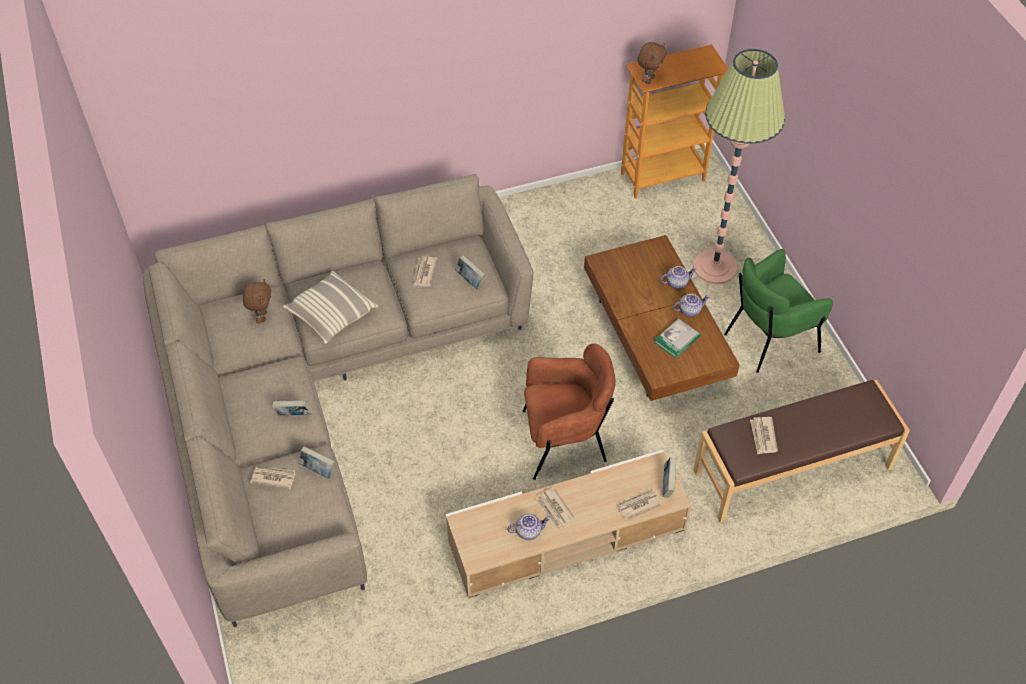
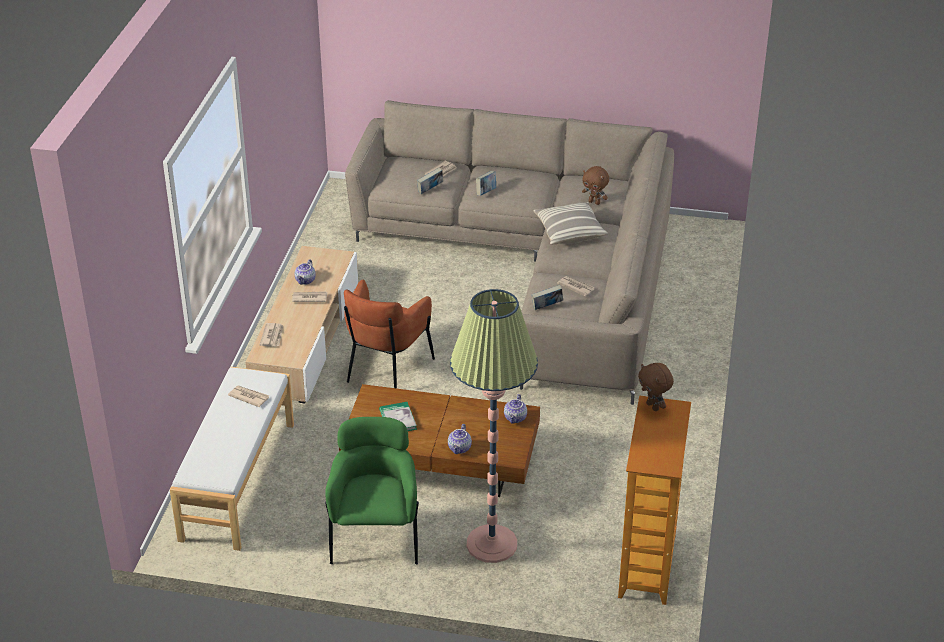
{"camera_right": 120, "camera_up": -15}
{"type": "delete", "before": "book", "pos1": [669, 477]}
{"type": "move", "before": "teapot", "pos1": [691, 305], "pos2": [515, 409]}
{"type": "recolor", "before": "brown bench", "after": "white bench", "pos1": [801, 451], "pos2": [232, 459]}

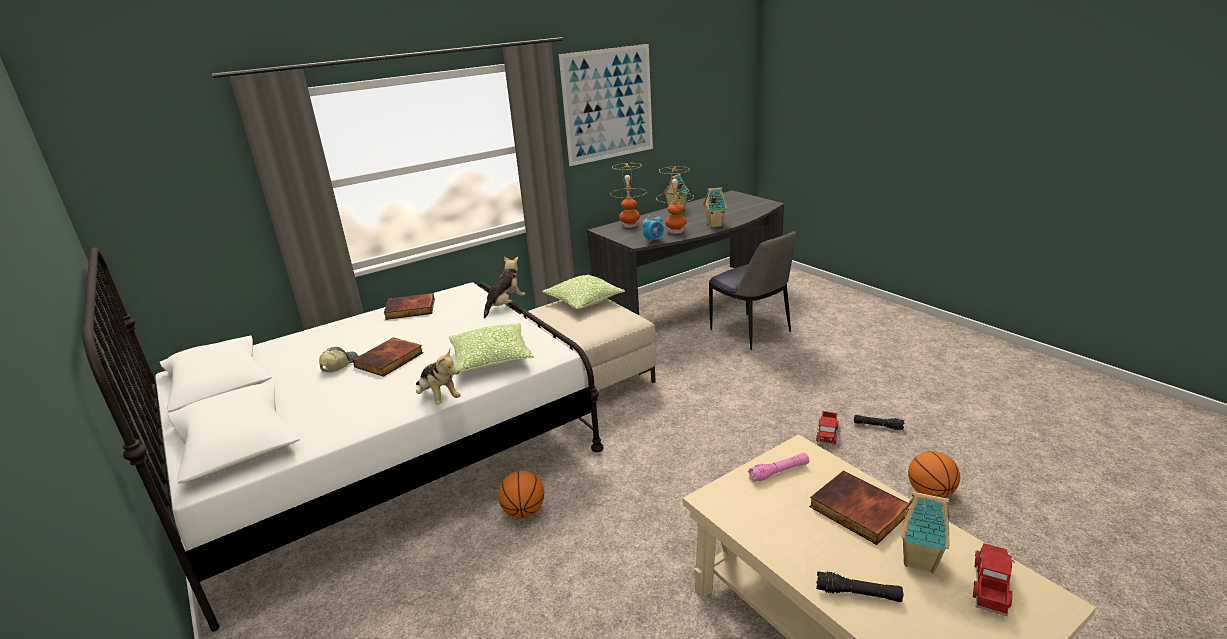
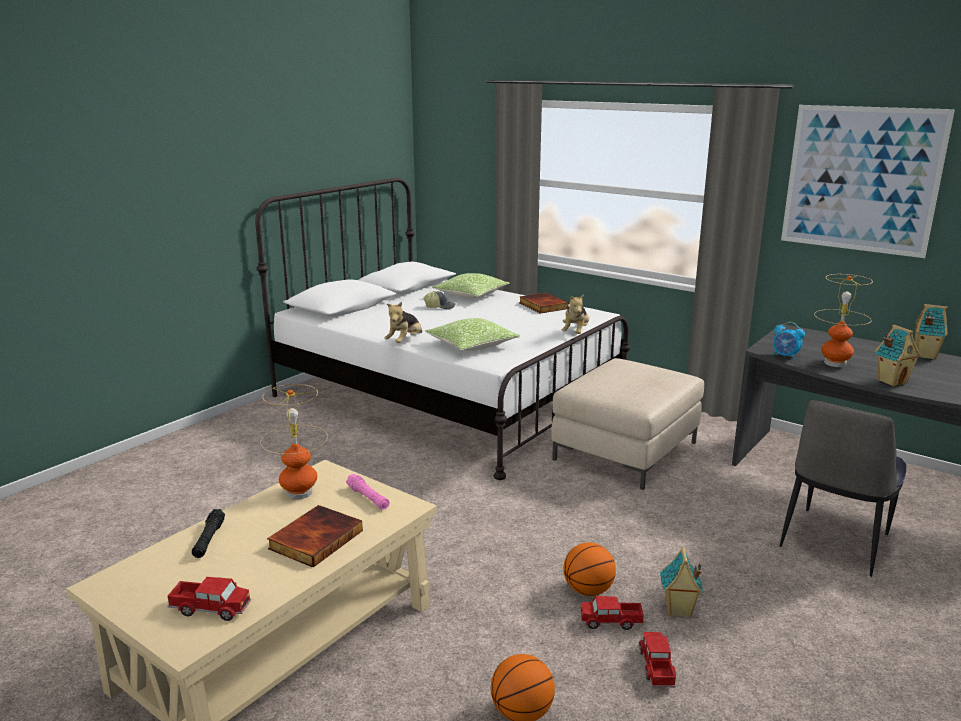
{"camera_right": 70, "camera_up": -5}
{"type": "delete", "before": "book", "pos1": [388, 357]}
{"type": "move", "before": "basketball", "pos1": [521, 494], "pos2": [590, 569]}
{"type": "move", "before": "pillow", "pos1": [583, 291], "pos2": [471, 285]}
{"type": "move", "before": "table lamp", "pos1": [629, 195], "pos2": [294, 441]}
{"type": "move", "before": "toy house", "pos1": [925, 532], "pos2": [682, 582]}
{"type": "replace", "before": "black flashlight", "after": "toy truck", "pos1": [879, 422], "pos2": [657, 659]}
{"type": "rotate", "before": "plush toy", "pos1": [504, 287], "pos2": [575, 314], "turn": 90}

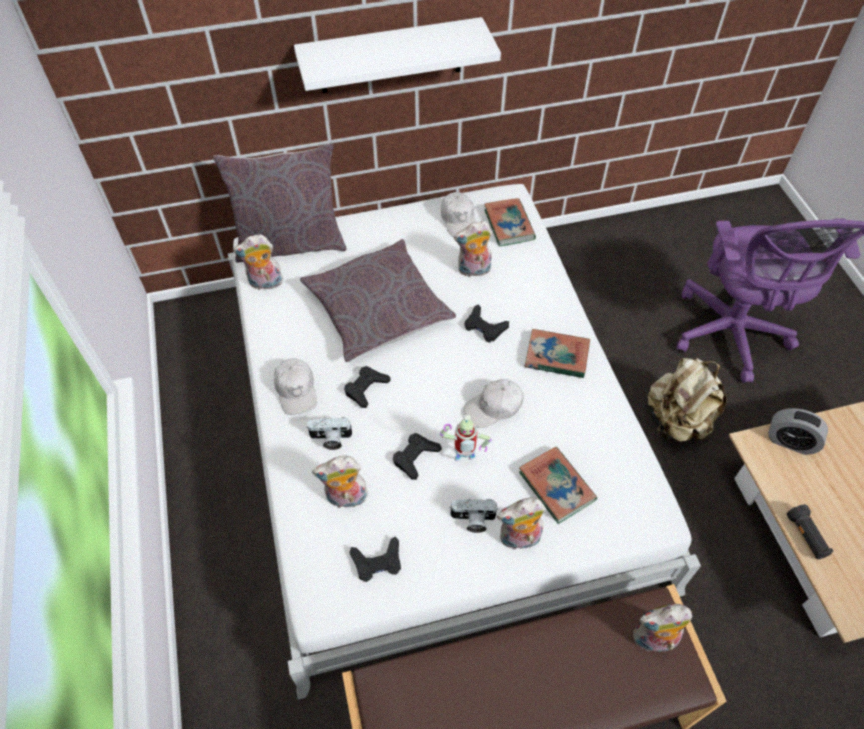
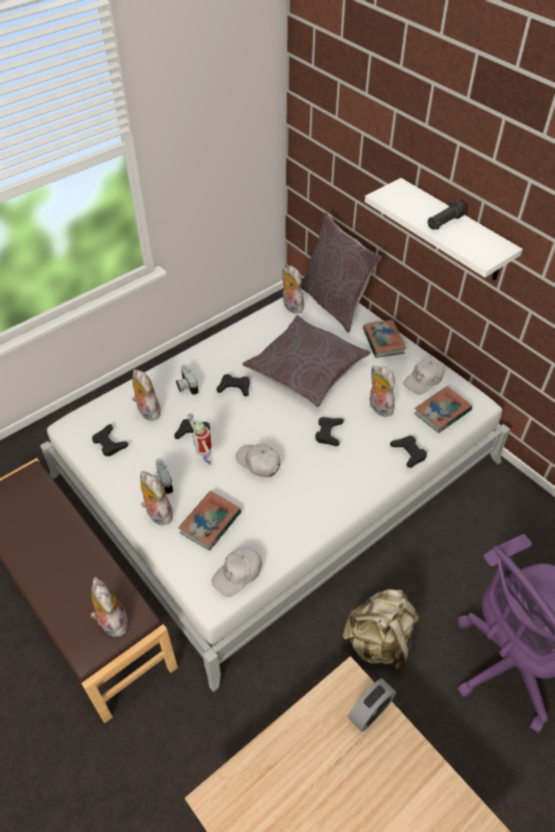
{"camera_right": 65, "camera_up": -5}
{"type": "insert", "after": "black game controller", "pos2": [408, 451]}
{"type": "move", "before": "white cap", "pos1": [295, 386], "pos2": [237, 572]}
{"type": "move", "before": "book", "pos1": [557, 353], "pos2": [384, 339]}
{"type": "move", "before": "black flashlight", "pos1": [810, 531], "pos2": [447, 215]}
{"type": "rotate", "before": "alarm clock", "pos1": [798, 431], "pos2": [372, 705], "turn": -135}

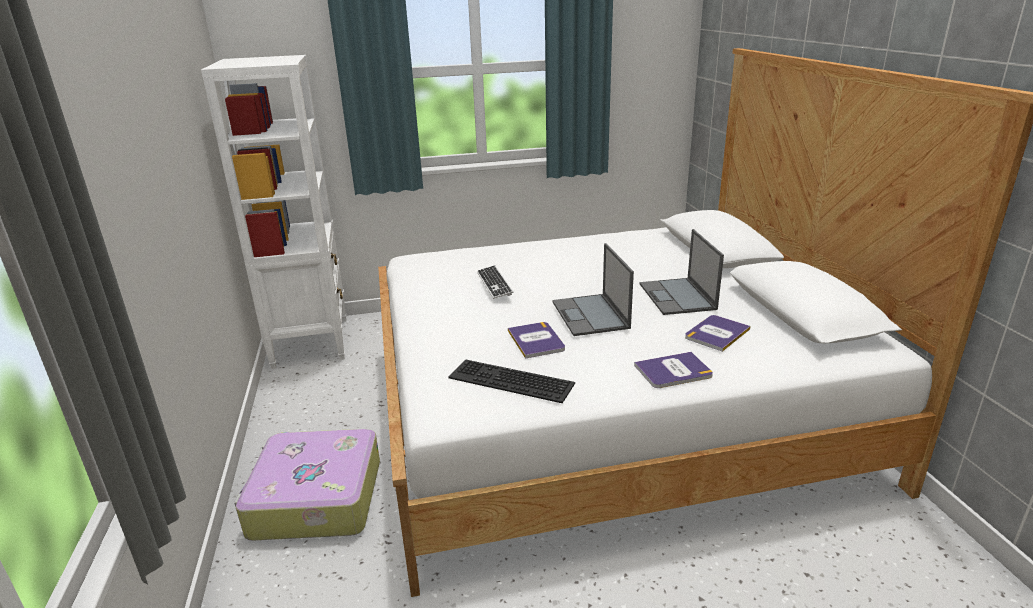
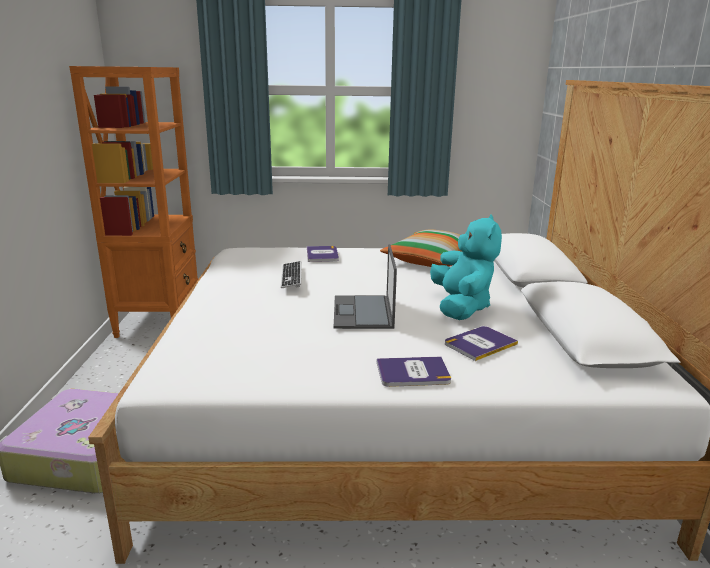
{"camera_right": 10, "camera_up": -5}
{"type": "delete", "before": "keyboard", "pos1": [511, 381]}
{"type": "insert", "after": "pillow", "pos2": [421, 248]}
{"type": "move", "before": "book", "pos1": [536, 340], "pos2": [323, 254]}
{"type": "replace", "before": "laptop", "after": "turquoise plush toy", "pos1": [682, 272], "pos2": [466, 267]}
{"type": "recolor", "before": "white bookcase", "after": "orange bookcase", "pos1": [273, 212], "pos2": [133, 202]}

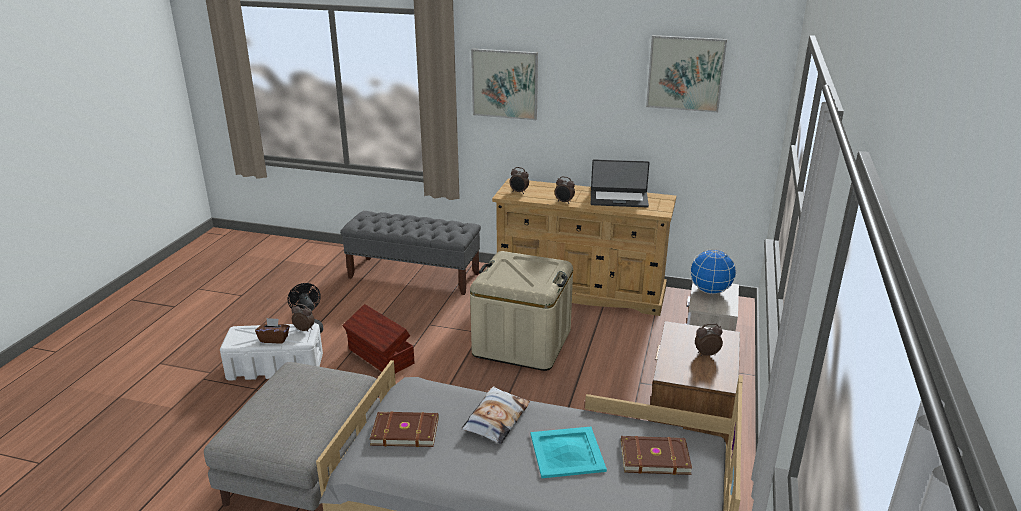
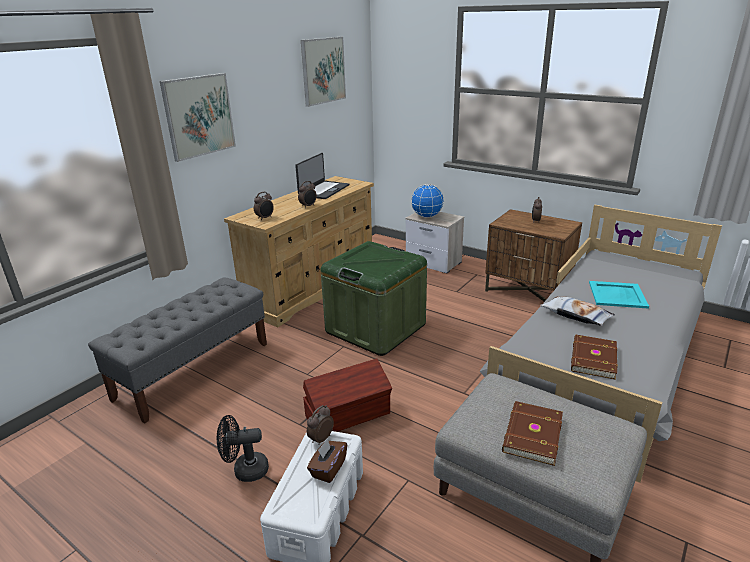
{"camera_right": -70, "camera_up": 0}
{"type": "move", "before": "brown book", "pos1": [656, 455], "pos2": [532, 433]}
{"type": "recolor", "before": "beige storage box", "after": "green storage box", "pos1": [521, 311], "pos2": [374, 298]}

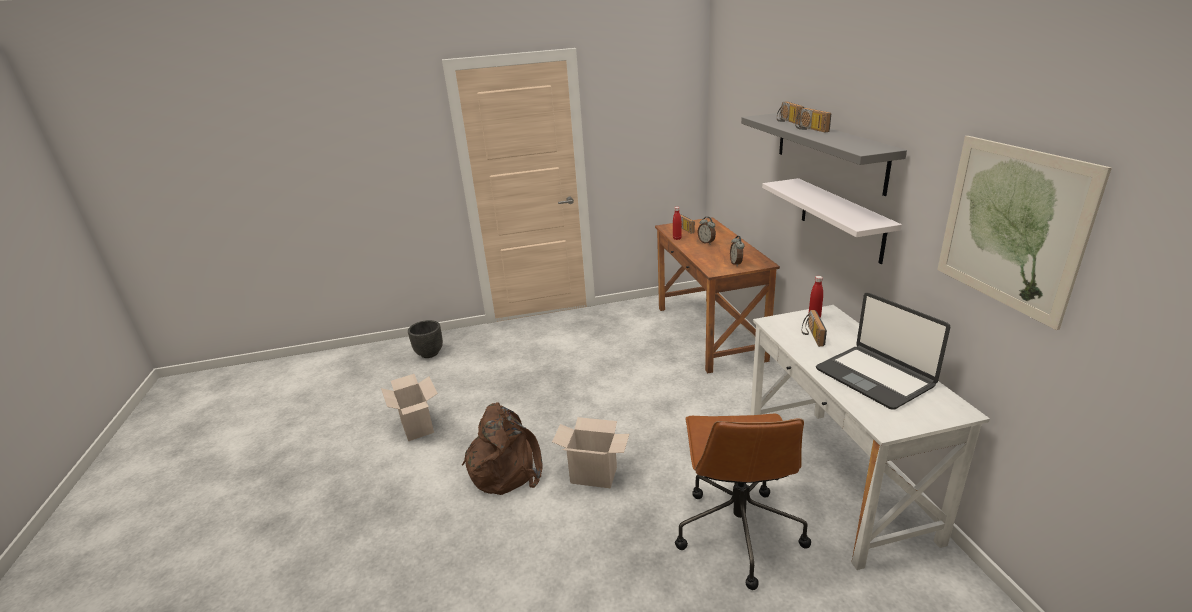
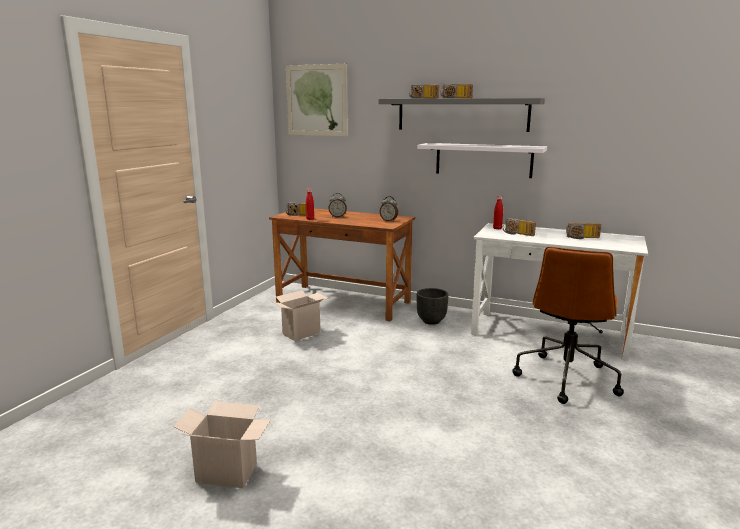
{"camera_right": -55, "camera_up": -10}
{"type": "delete", "before": "brown backpack", "pos1": [502, 448]}
{"type": "move", "before": "black planter", "pos1": [425, 339], "pos2": [432, 306]}
{"type": "move", "before": "cardboard box", "pos1": [590, 452], "pos2": [299, 315]}
{"type": "move", "before": "picture", "pos1": [1024, 233], "pos2": [317, 100]}
{"type": "replace", "before": "laptop", "after": "radio", "pos1": [883, 351], "pos2": [583, 231]}
{"type": "rotate", "before": "brown office chair", "pos1": [743, 502], "pos2": [568, 325], "turn": 75}

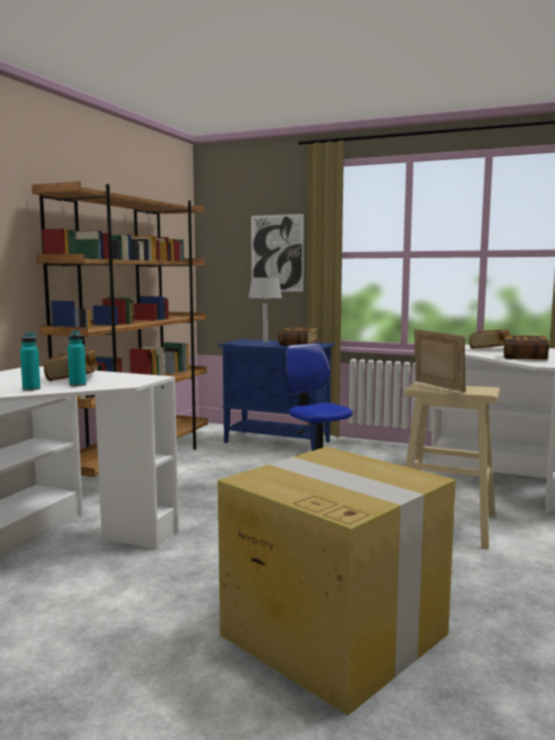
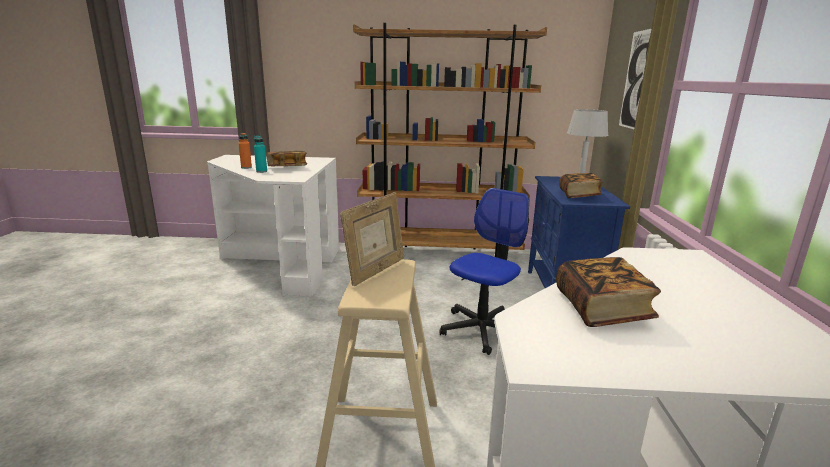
{"camera_right": 70, "camera_up": 10}
{"type": "delete", "before": "cardboard box", "pos1": [336, 581]}
{"type": "delete", "before": "book", "pos1": [489, 339]}
{"type": "recolor", "before": "turquoise bottle", "after": "orange bottle", "pos1": [30, 361], "pos2": [245, 151]}

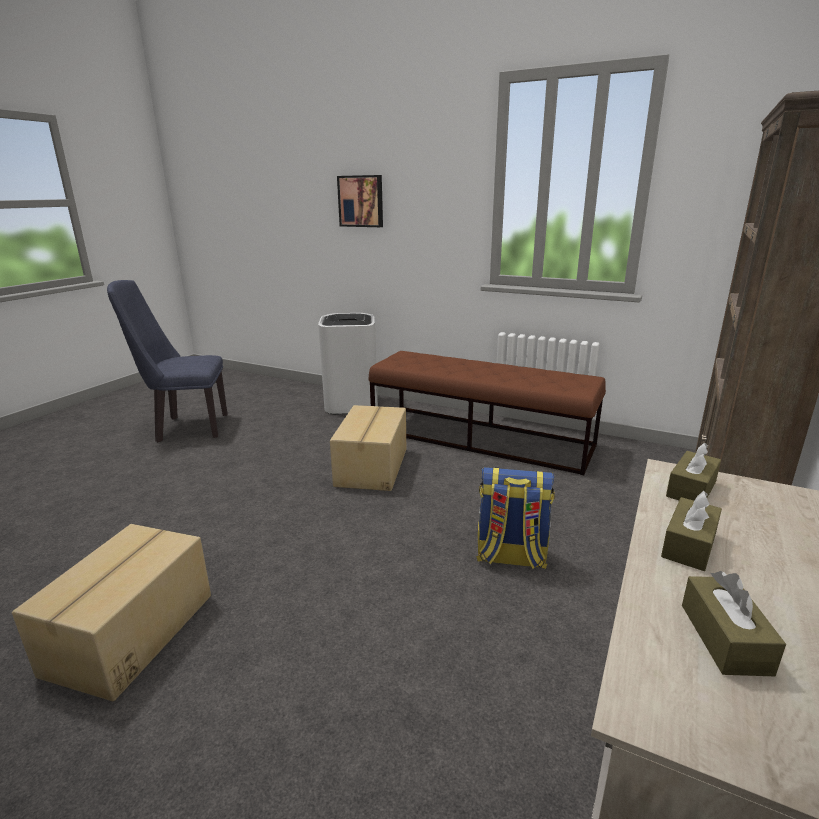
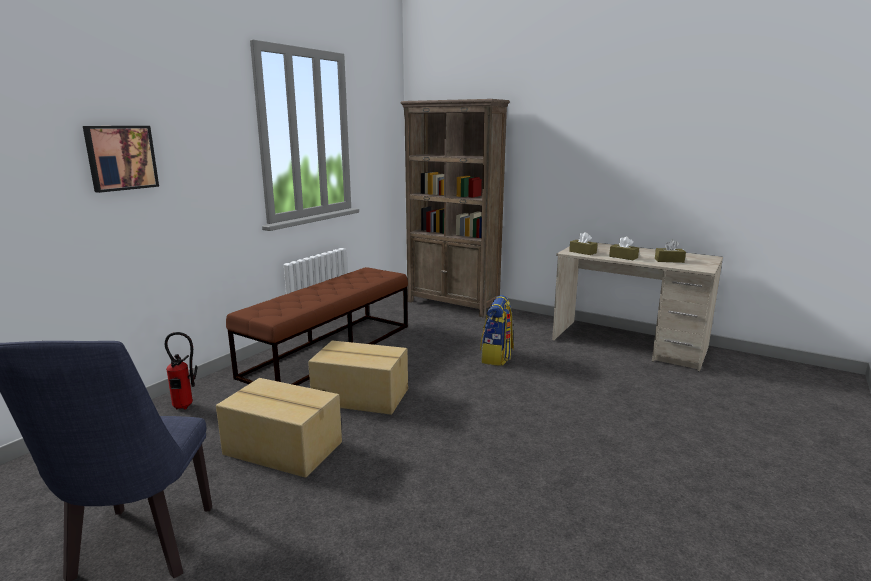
{"camera_right": -85, "camera_up": -5}
{"type": "move", "before": "cardboard box", "pos1": [111, 612], "pos2": [279, 428]}
{"type": "replace", "before": "white trash can", "after": "fire extinguisher", "pos1": [348, 363], "pos2": [181, 371]}

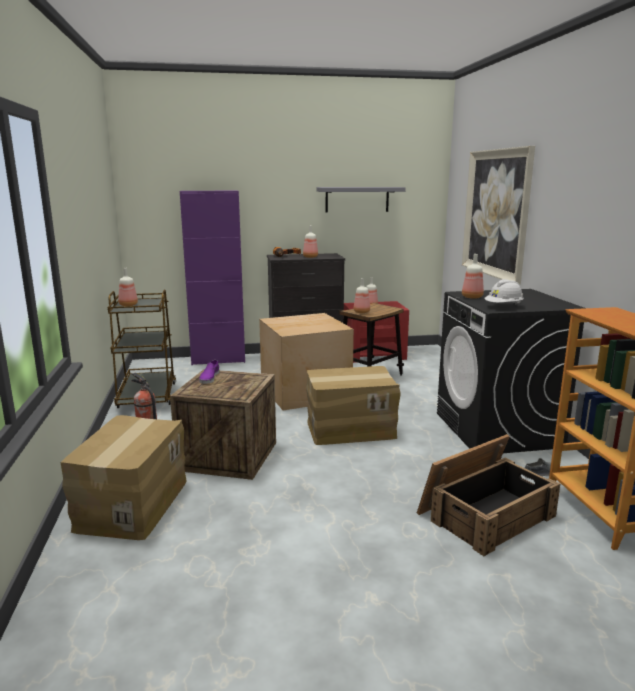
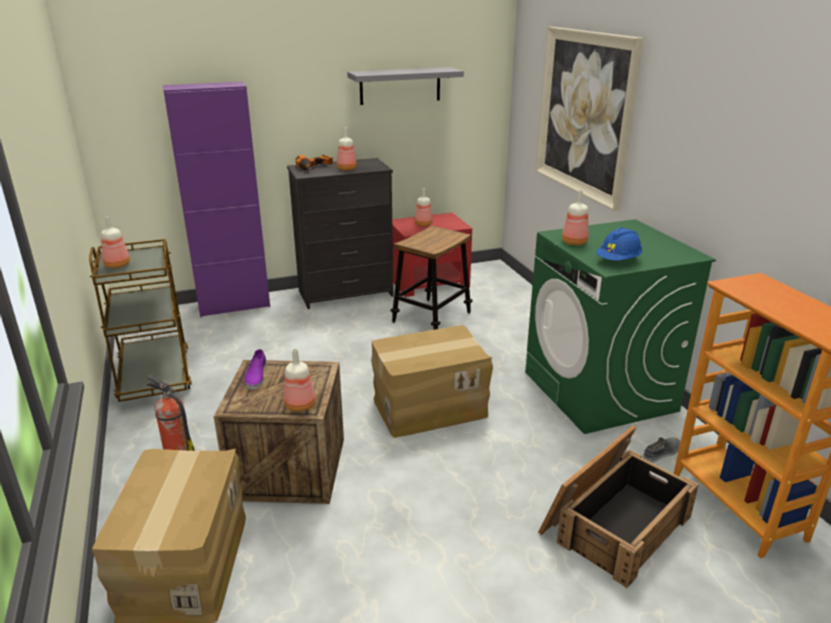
{"camera_right": -10, "camera_up": 10}
{"type": "delete", "before": "cardboard box", "pos1": [306, 361]}
{"type": "move", "before": "bottle", "pos1": [362, 295], "pos2": [300, 380]}
{"type": "recolor", "before": "black washing machine", "after": "green washing machine", "pos1": [510, 371], "pos2": [620, 326]}
{"type": "recolor", "before": "white hard hat", "after": "blue hard hat", "pos1": [504, 292], "pos2": [619, 244]}

